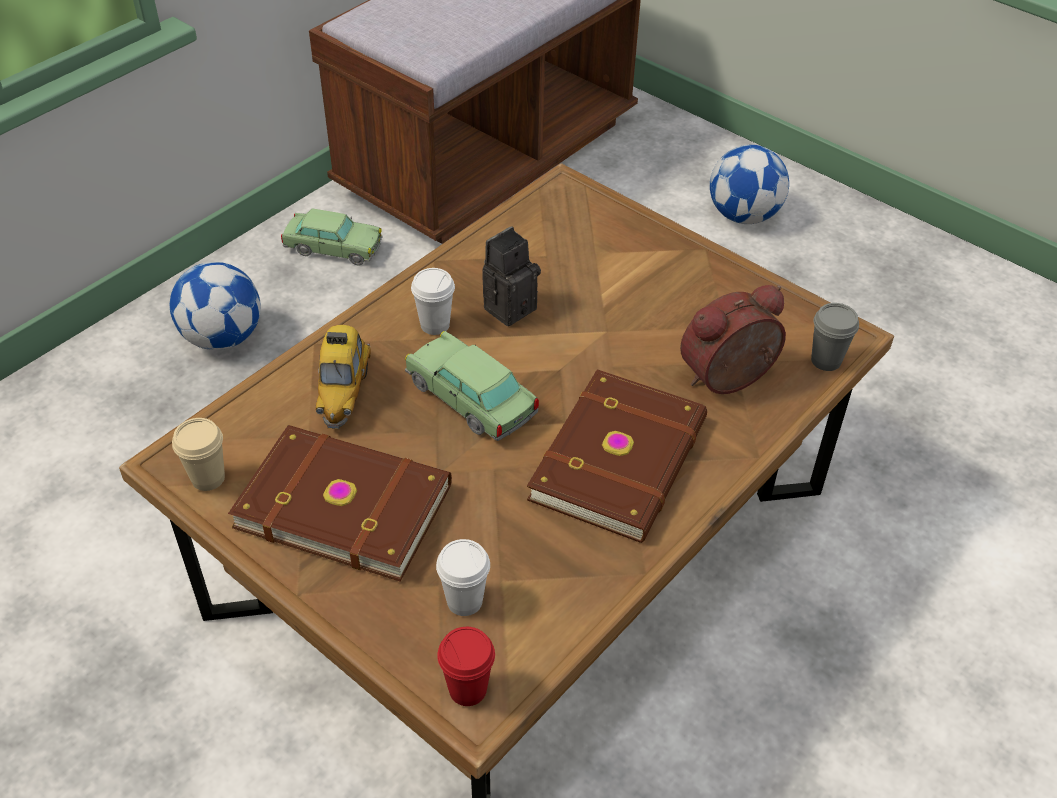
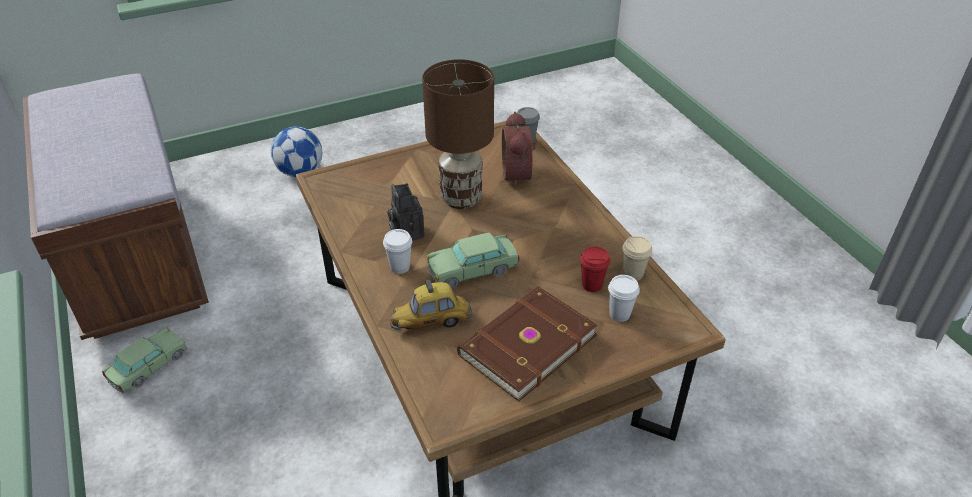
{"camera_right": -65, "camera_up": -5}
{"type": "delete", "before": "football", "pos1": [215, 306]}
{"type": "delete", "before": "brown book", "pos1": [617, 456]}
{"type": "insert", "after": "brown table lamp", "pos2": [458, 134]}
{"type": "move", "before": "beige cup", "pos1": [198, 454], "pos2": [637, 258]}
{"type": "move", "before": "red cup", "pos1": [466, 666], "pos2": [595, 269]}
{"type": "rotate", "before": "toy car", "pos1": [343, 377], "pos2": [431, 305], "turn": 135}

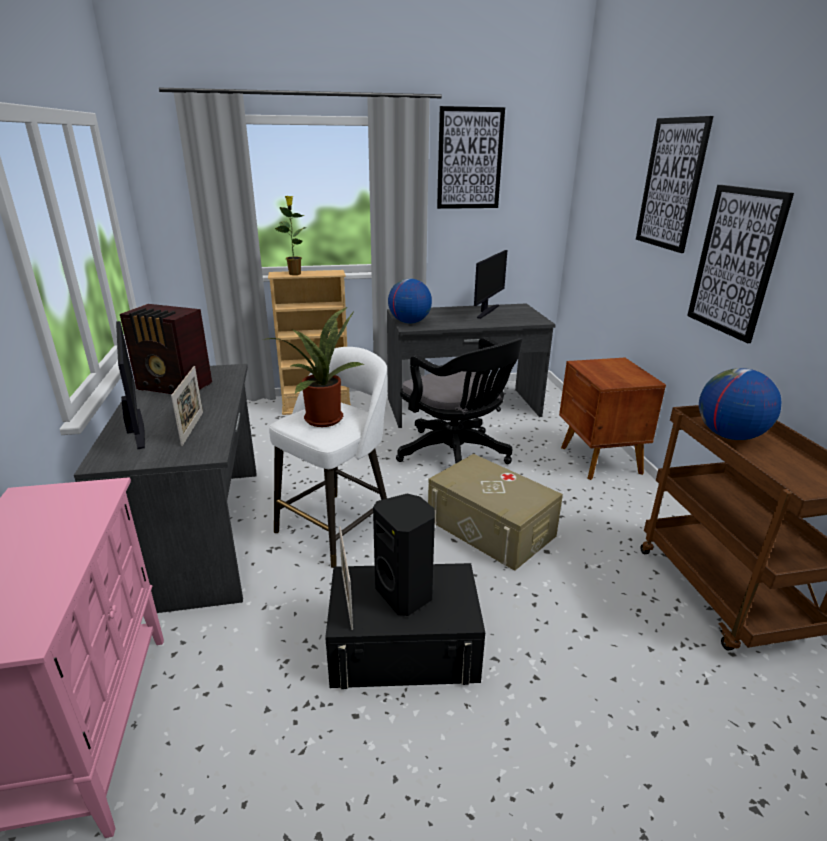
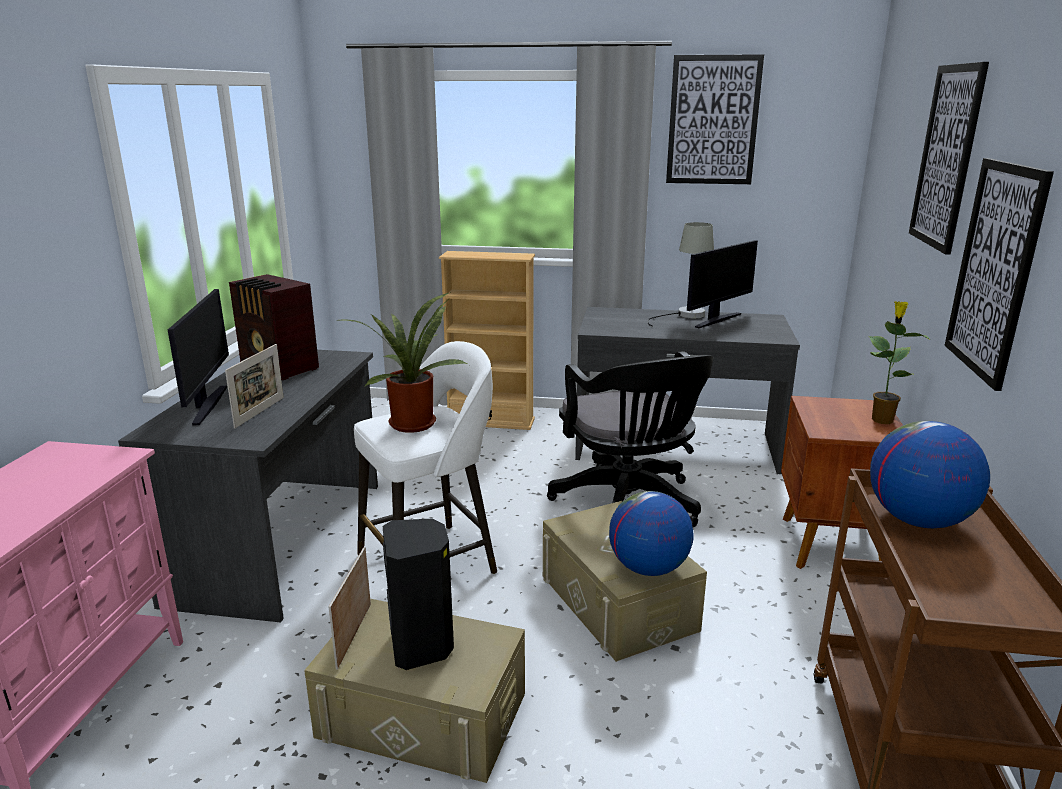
{"camera_right": 20, "camera_up": -5}
{"type": "insert", "after": "grey table lamp", "pos2": [681, 274]}
{"type": "move", "before": "potted plant", "pos1": [290, 235], "pos2": [900, 362]}
{"type": "move", "before": "globe", "pos1": [410, 300], "pos2": [651, 533]}
{"type": "recolor", "before": "black storage box", "after": "beige storage box", "pos1": [405, 626], "pos2": [414, 691]}

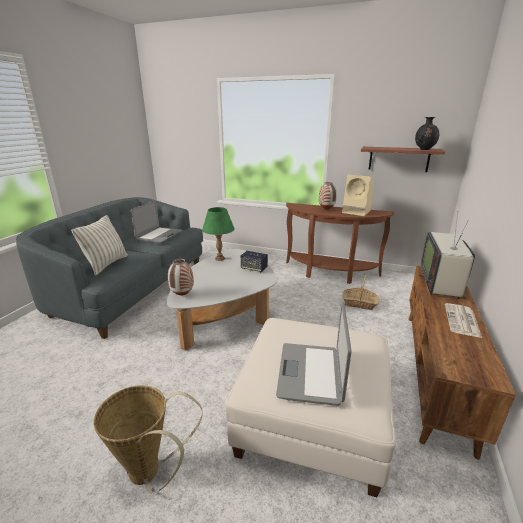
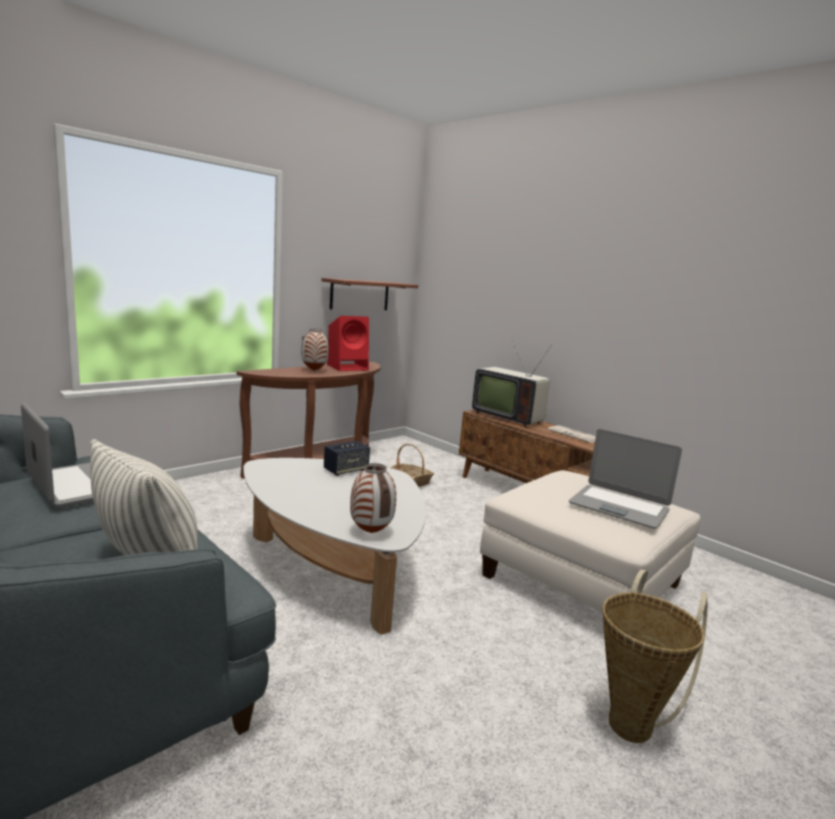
{"camera_right": -65, "camera_up": -10}
{"type": "delete", "before": "green table lamp", "pos1": [218, 234]}
{"type": "delete", "before": "black vase", "pos1": [427, 133]}
{"type": "recolor", "before": "beige speaker", "after": "red speaker", "pos1": [358, 195], "pos2": [348, 343]}

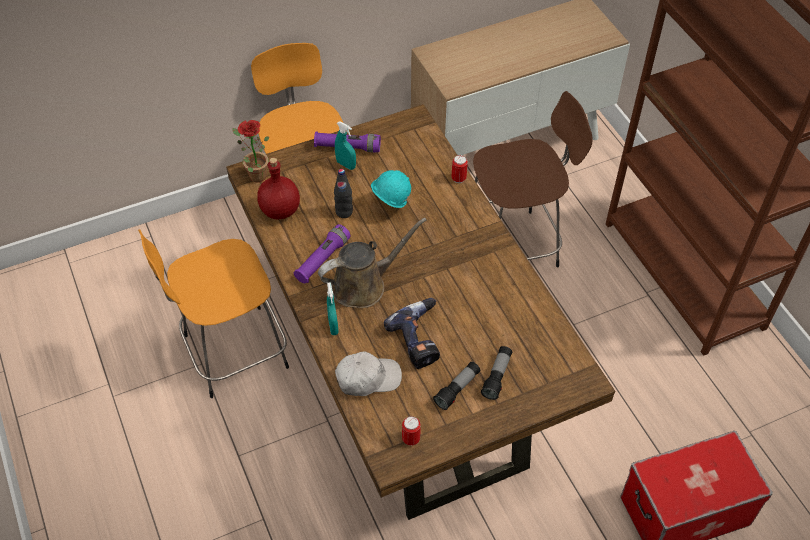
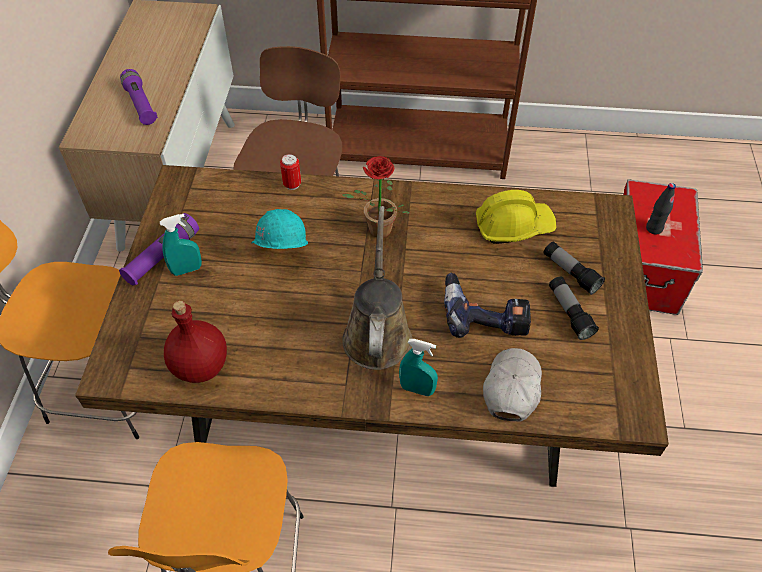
{"camera_right": -60, "camera_up": 0}
{"type": "delete", "before": "can", "pos1": [411, 431]}
{"type": "insert", "after": "yellow hard hat", "pos2": [516, 217]}
{"type": "move", "before": "potted plant", "pos1": [250, 151], "pos2": [376, 197]}
{"type": "move", "before": "purple flashlight", "pos1": [322, 253], "pos2": [139, 97]}
{"type": "move", "before": "black bottle", "pos1": [343, 193], "pos2": [661, 208]}

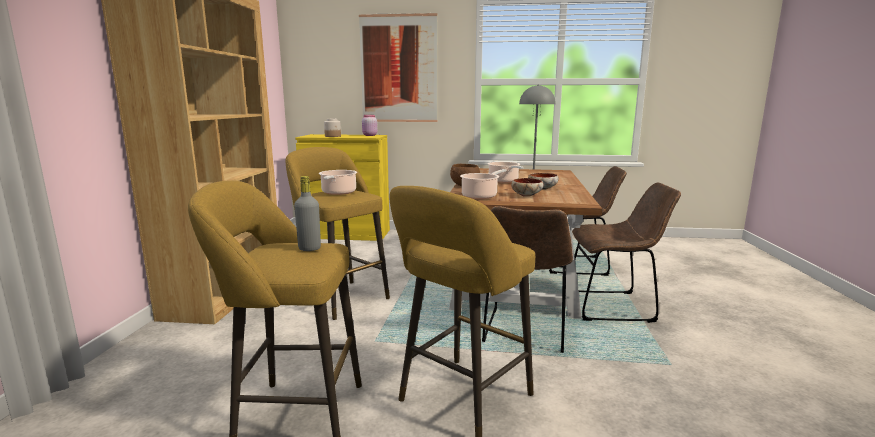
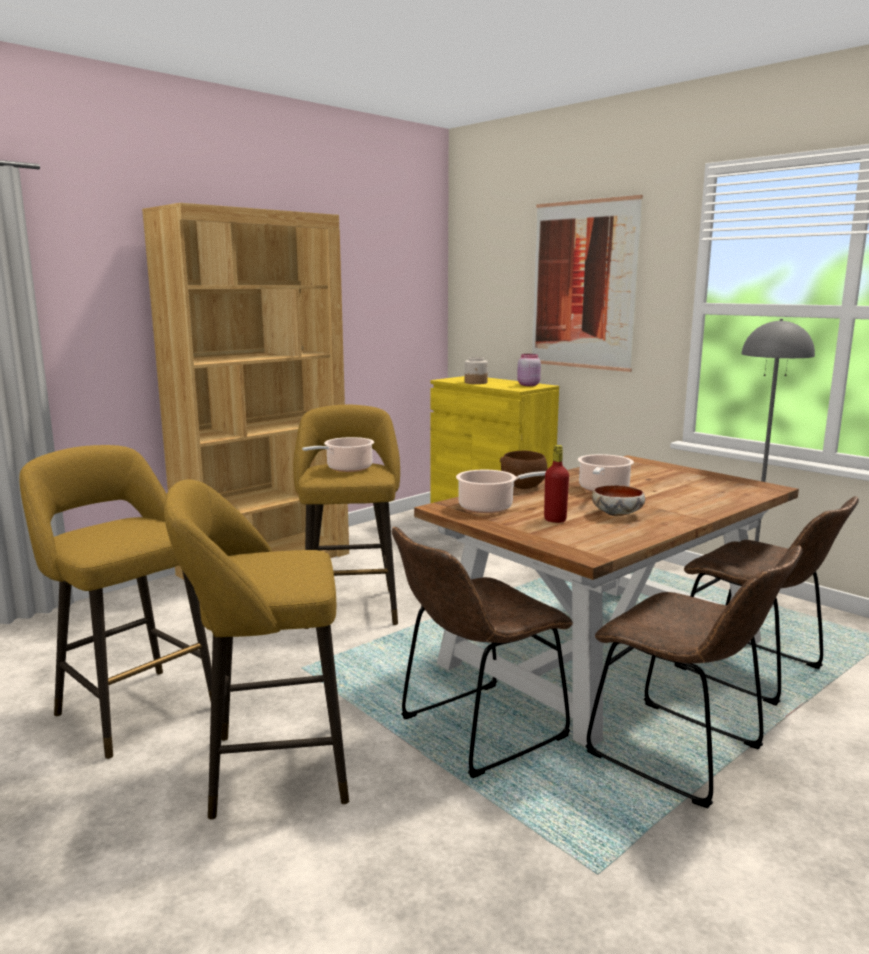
{"camera_right": 40, "camera_up": 0}
{"type": "delete", "before": "grey bottle", "pos1": [307, 213]}
{"type": "replace", "before": "bowl", "after": "red bottle", "pos1": [527, 187], "pos2": [556, 484]}

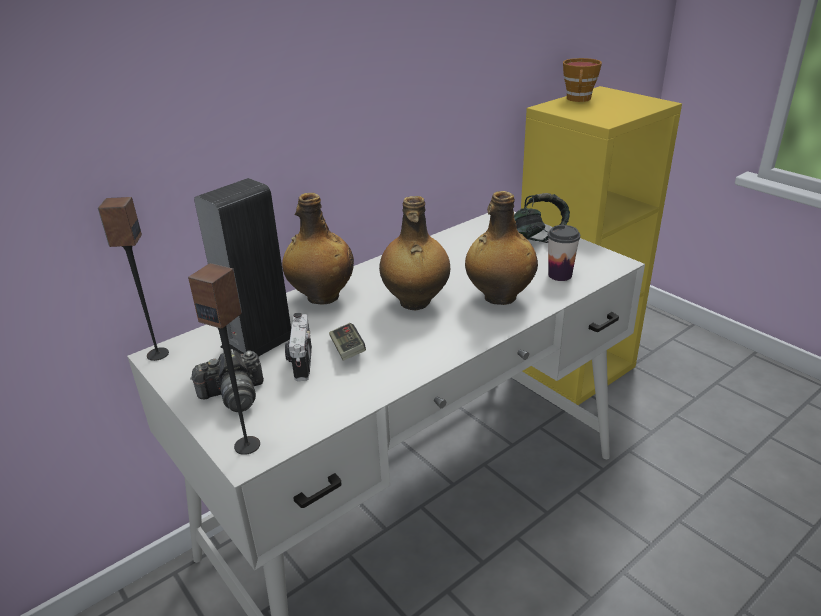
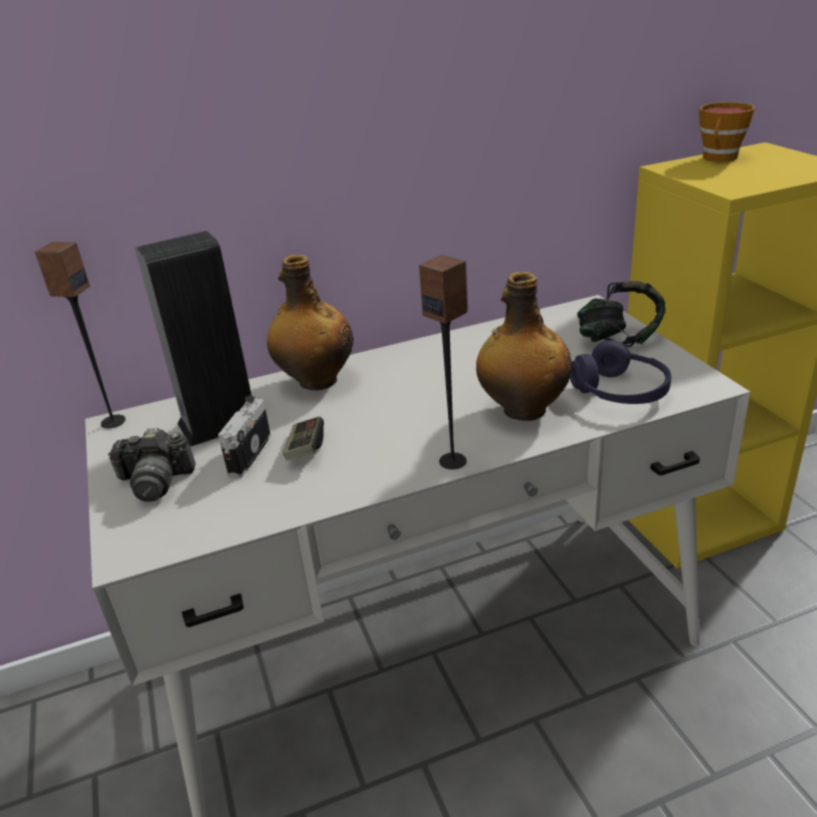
{"camera_right": 20, "camera_up": 0}
{"type": "delete", "before": "bottle", "pos1": [414, 253]}
{"type": "move", "before": "speaker", "pos1": [224, 359], "pos2": [443, 362]}
{"type": "replace", "before": "cup", "after": "purple headphones", "pos1": [564, 253], "pos2": [621, 372]}

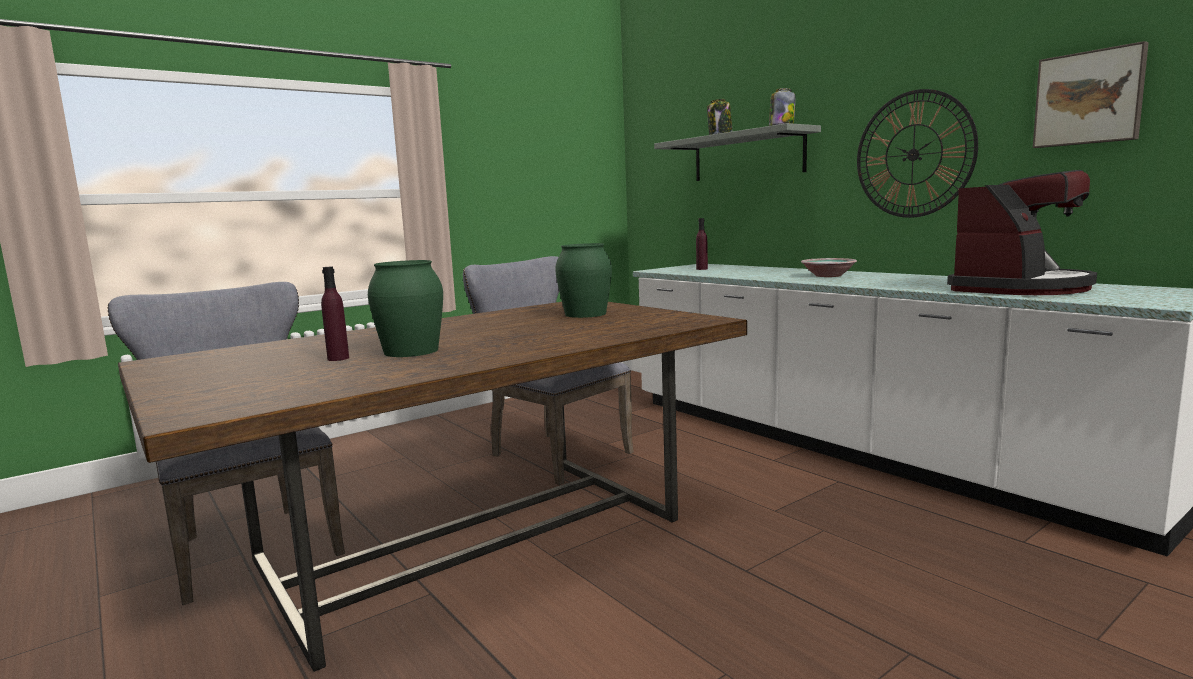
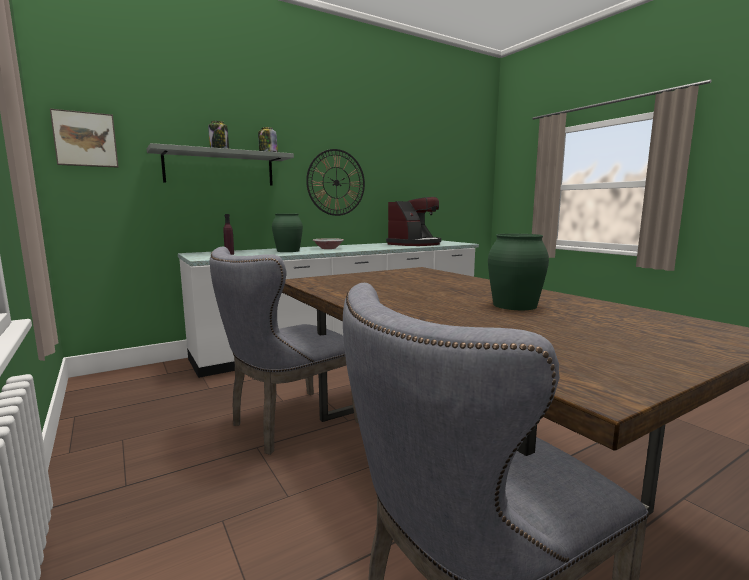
{"camera_right": -85, "camera_up": 0}
{"type": "delete", "before": "purple bottle", "pos1": [335, 314]}
{"type": "move", "before": "green vase", "pos1": [583, 280], "pos2": [287, 232]}
{"type": "move", "before": "picture", "pos1": [1091, 94], "pos2": [84, 138]}
{"type": "rotate", "before": "coffee machine", "pos1": [1022, 232], "pos2": [413, 221], "turn": 75}

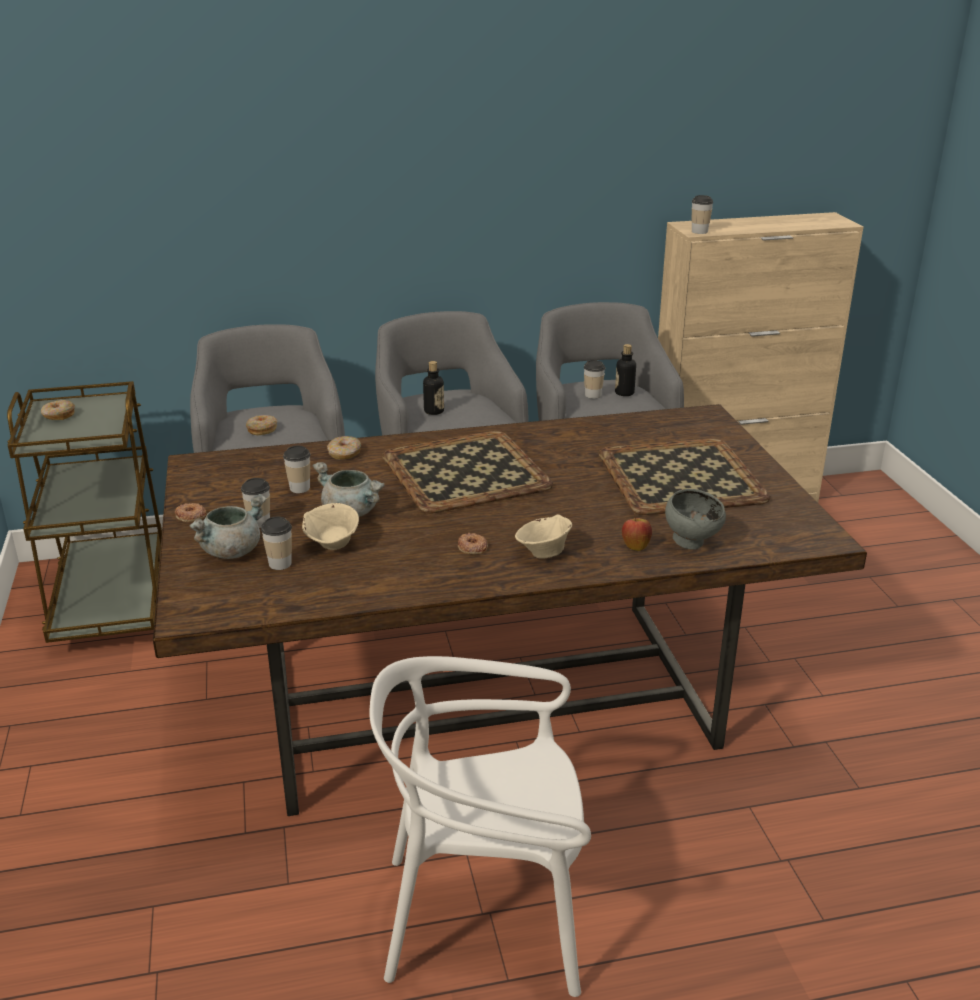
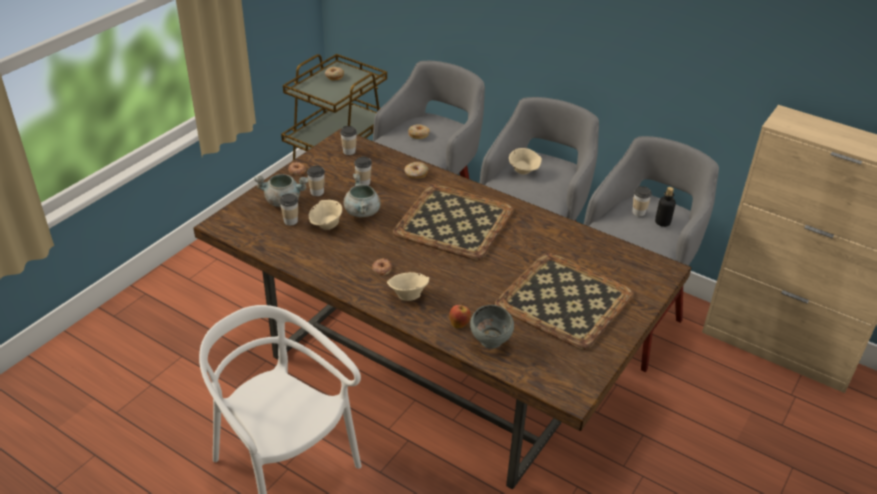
{"camera_right": 45, "camera_up": 10}
{"type": "move", "before": "cup", "pos1": [703, 214], "pos2": [348, 140]}
{"type": "replace", "before": "bottle", "after": "beige bowl", "pos1": [433, 388], "pos2": [525, 161]}

